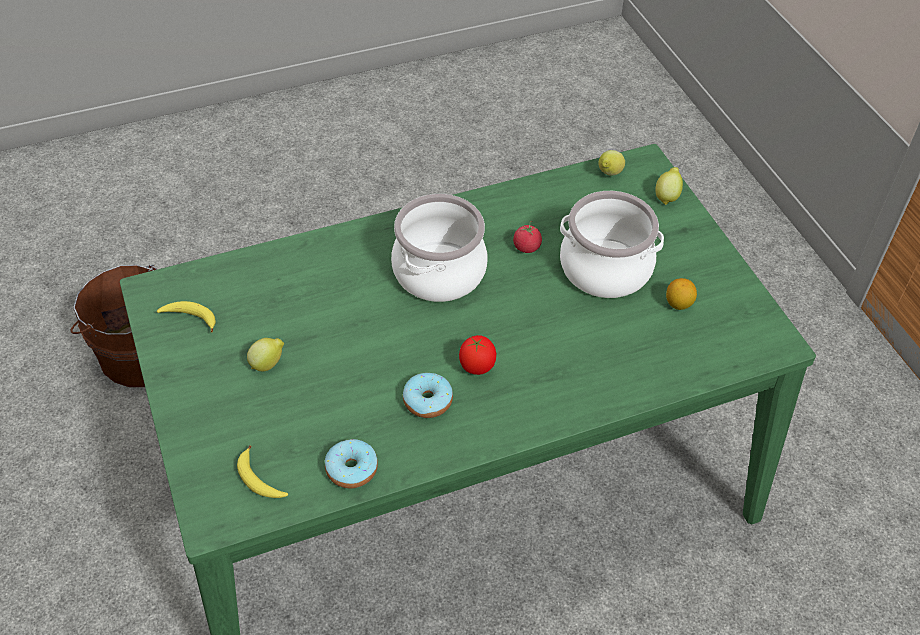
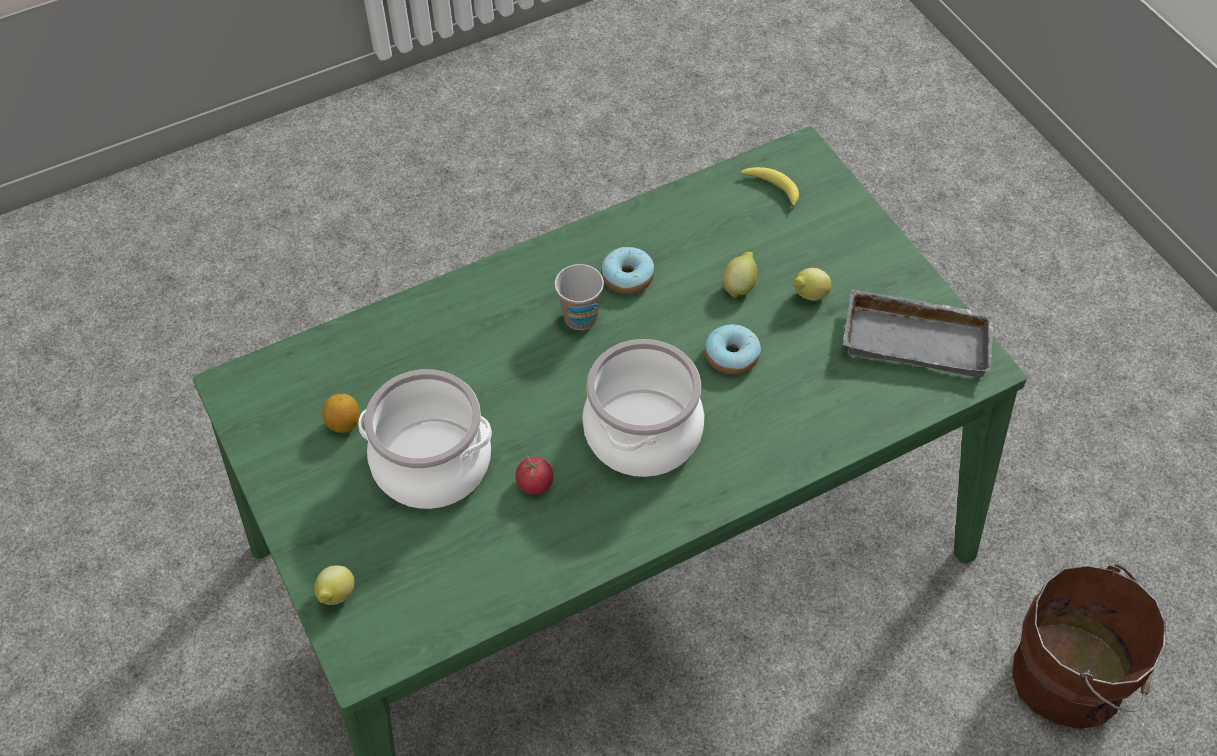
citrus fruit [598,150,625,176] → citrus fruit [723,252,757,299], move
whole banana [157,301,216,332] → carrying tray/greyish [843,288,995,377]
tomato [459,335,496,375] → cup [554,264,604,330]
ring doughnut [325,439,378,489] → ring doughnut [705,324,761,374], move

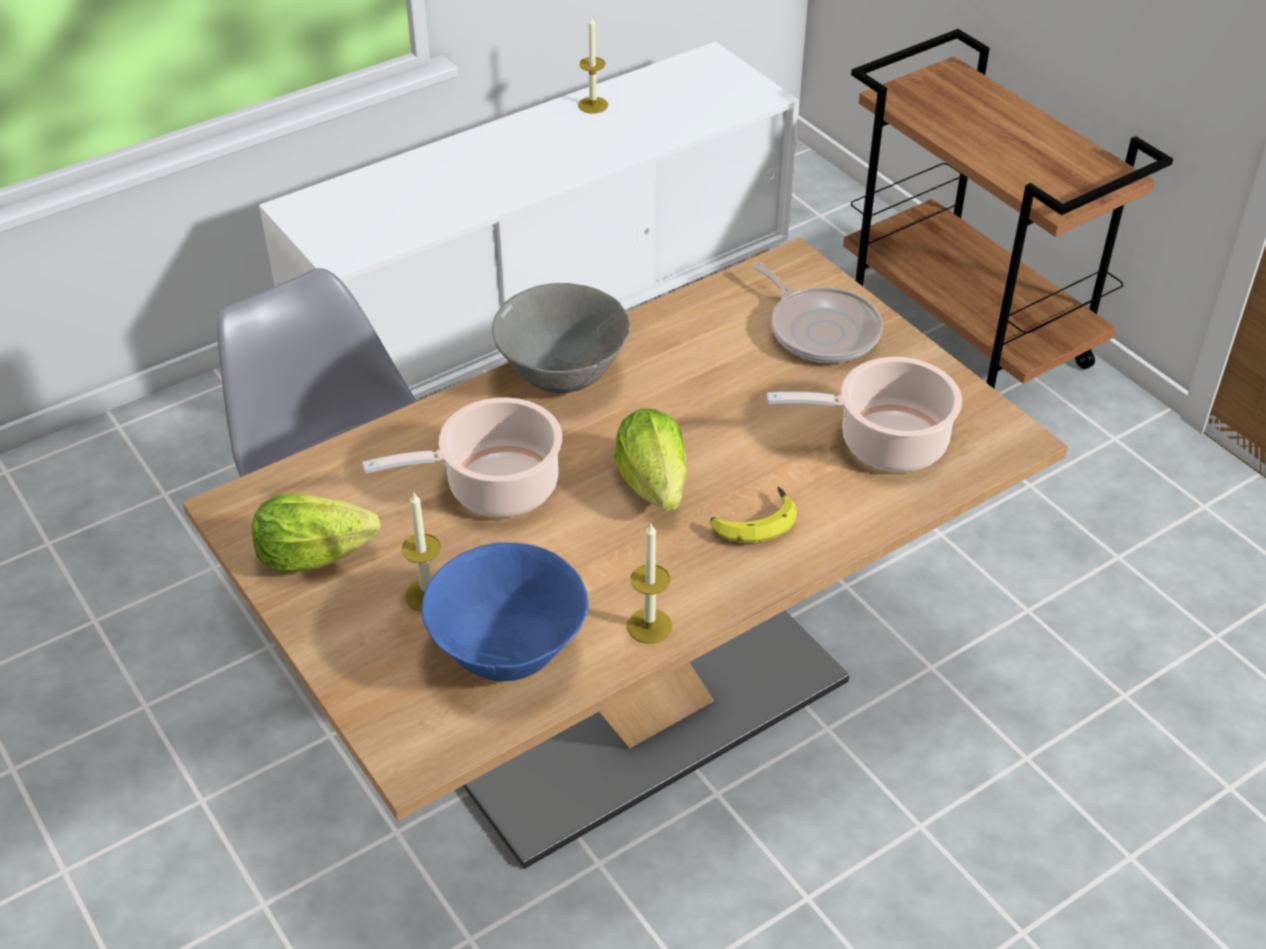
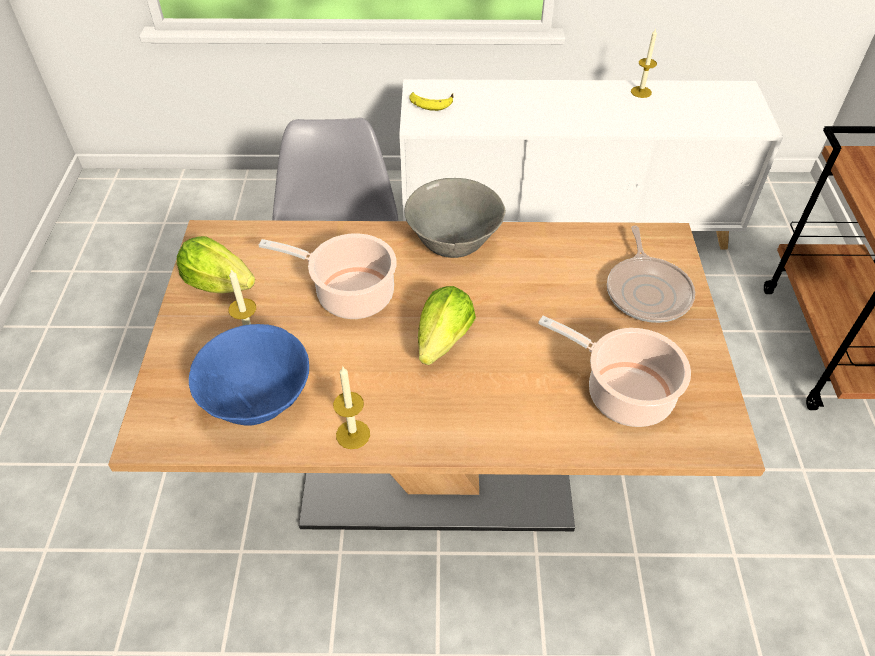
whole banana [710,486,797,542] → whole banana [410,92,454,111], move

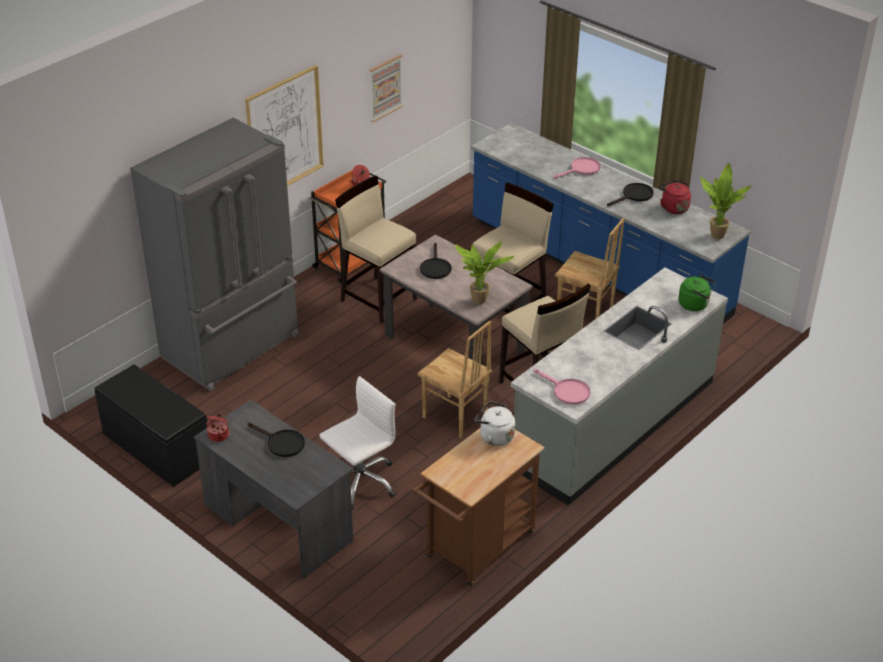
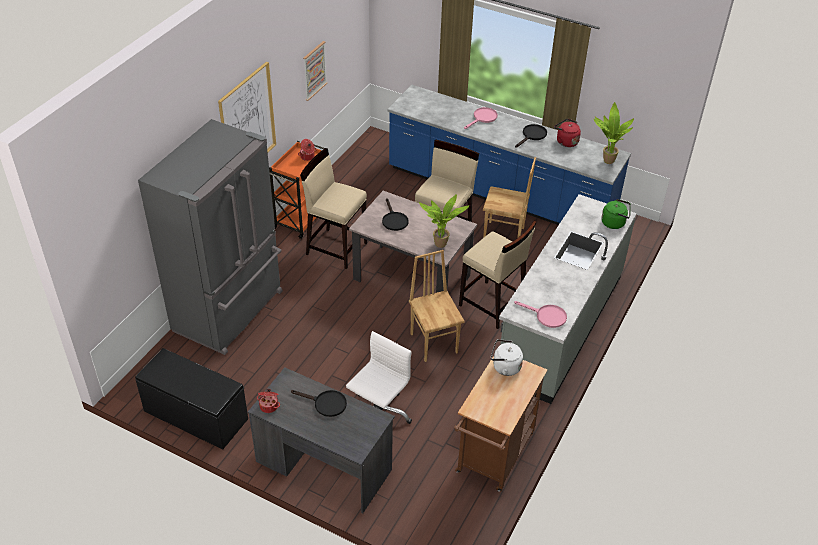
chair/brown [418,321,492,438] → chair/brown [409,250,464,362], 135 degrees counterclockwise

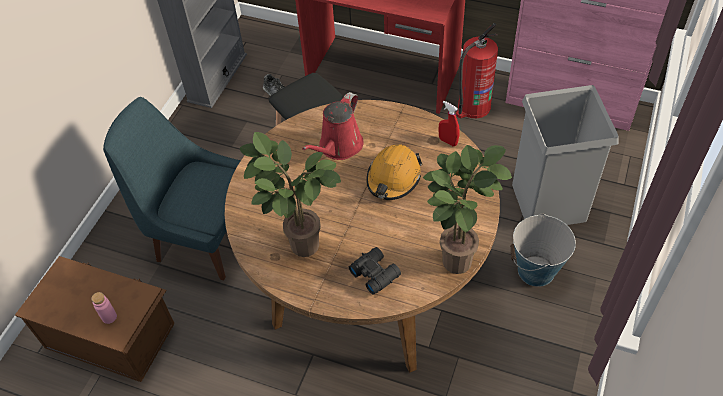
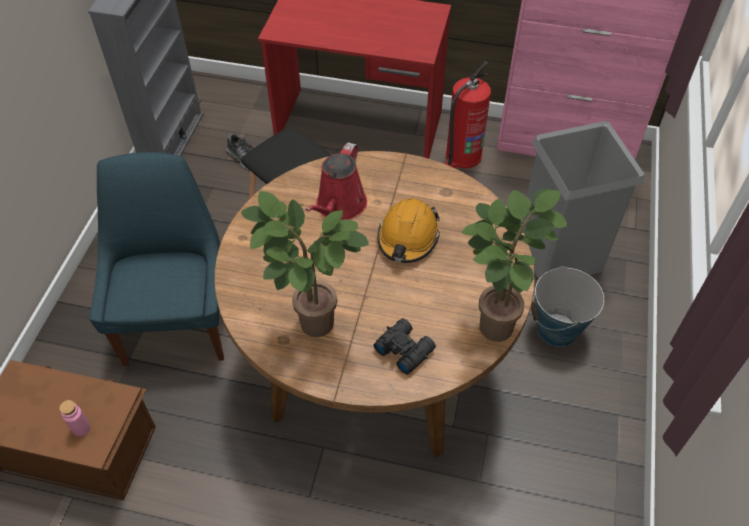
chair/blue-coloured [103,97,241,281] → chair/blue-coloured [89,152,224,366], 75 degrees clockwise
spray bottle/red [439,101,460,146] → -

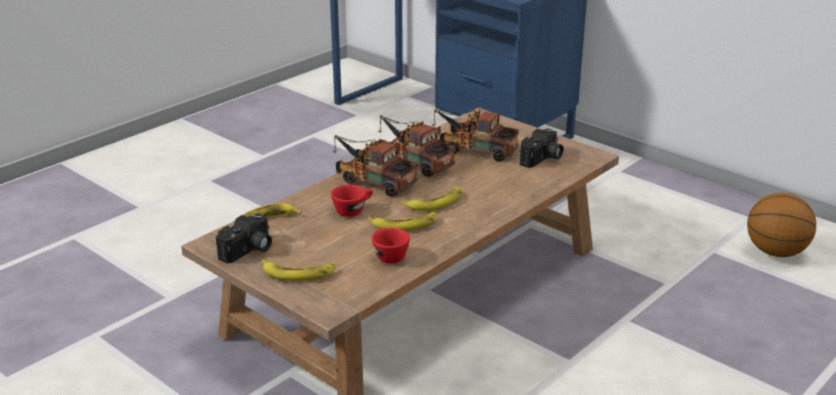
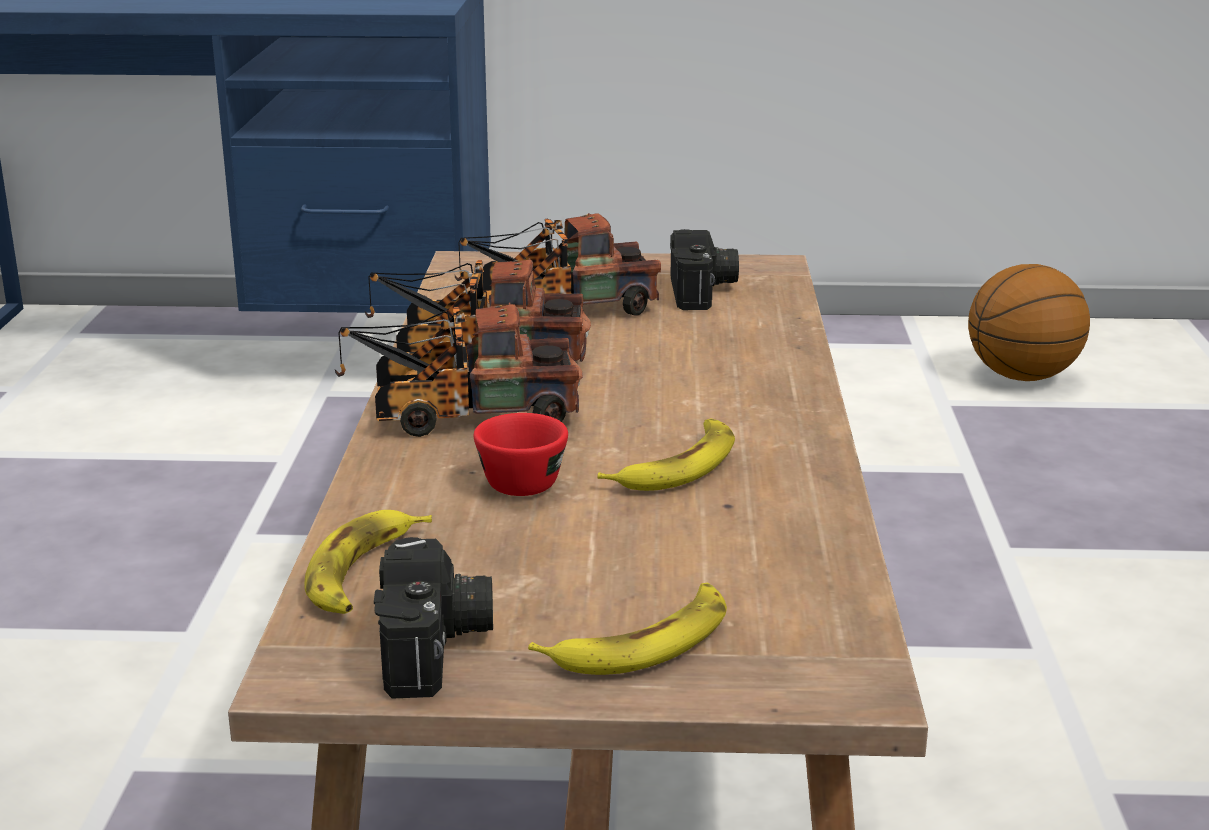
whole banana [401,186,463,211] → -
cup/red [372,228,410,263] → -

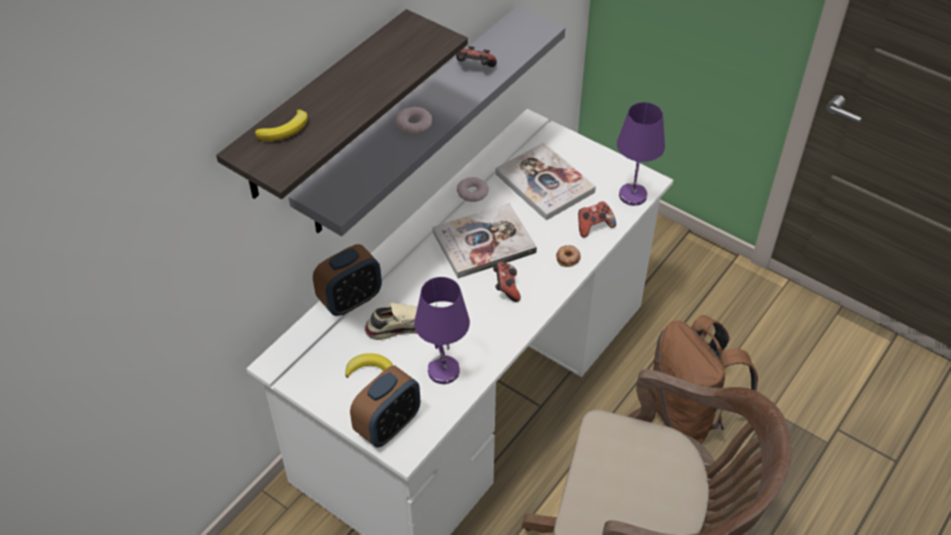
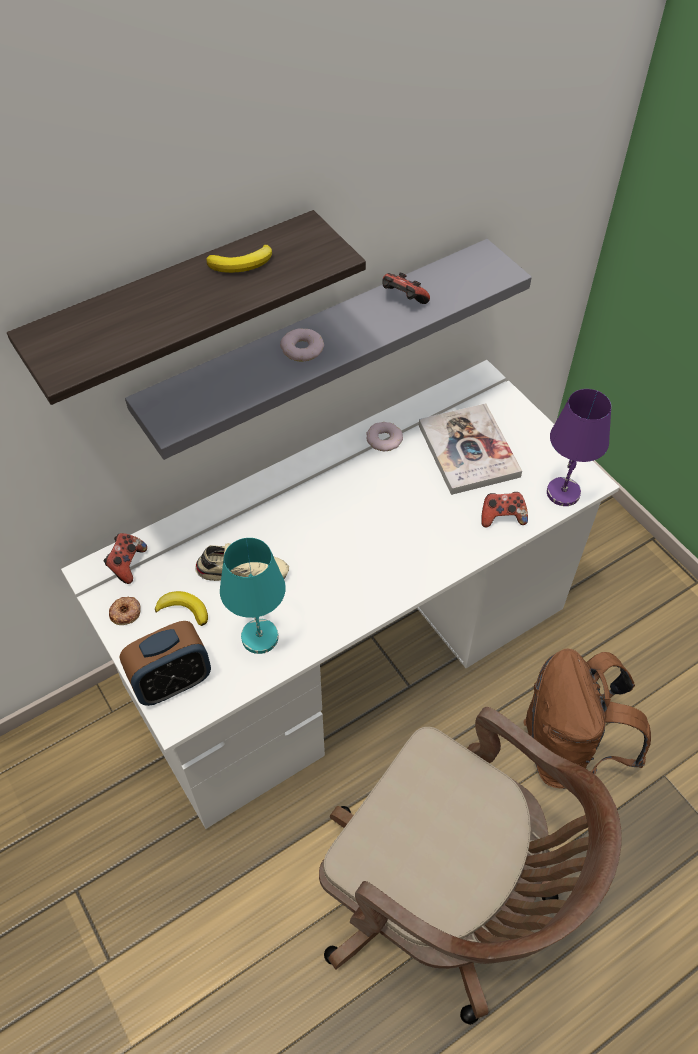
whole banana [255,109,308,141] → whole banana [206,244,272,273], move
volume [433,203,537,278] → -
table clock [313,244,382,316] → -
ring doughnut [556,245,581,267] → ring doughnut [109,597,141,625], move
joypad [493,262,521,302] → joypad [103,533,147,584], move
lamp for a table/purple-coloured [414,277,470,384] → lamp for a table/blue-green [220,538,286,654]

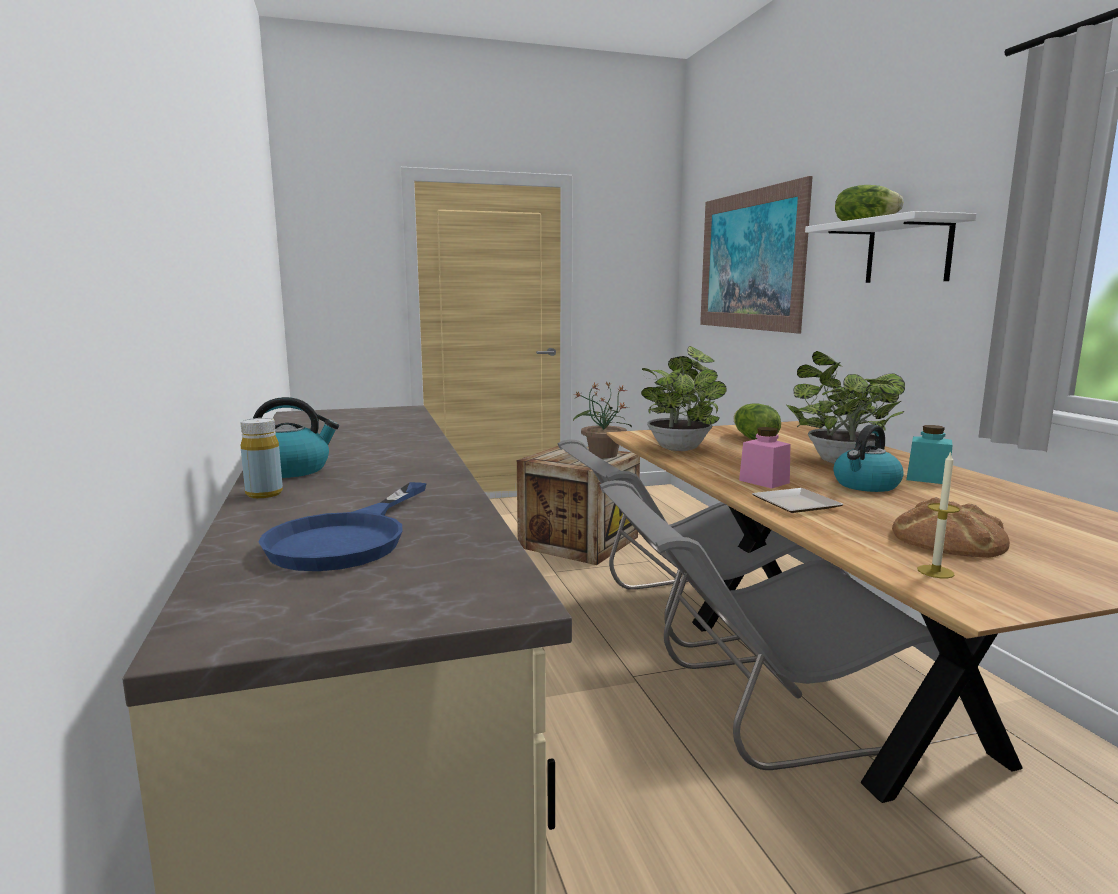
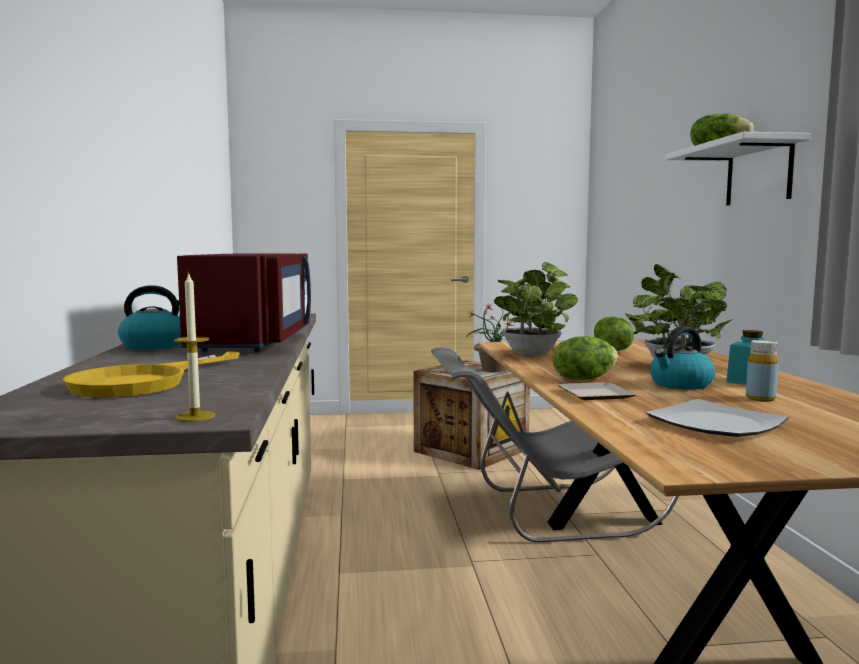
wall picture [700,176,813,333] → -
beverage bottle/yellow [240,418,283,498] → beverage bottle/yellow [746,340,778,402], move
jar/pink-coloured [739,427,790,488] → lettuce [552,336,618,380]
wax candle [917,451,960,578] → wax candle [174,272,215,422], move
chair/greyish [600,480,959,770] → -
frying pan/blue-coloured [259,482,427,571] → frying pan/yellow [63,351,240,397]
baked bread [892,497,1010,558] → plate [646,399,789,437]
- → kitchen microwave/red [177,254,311,352]

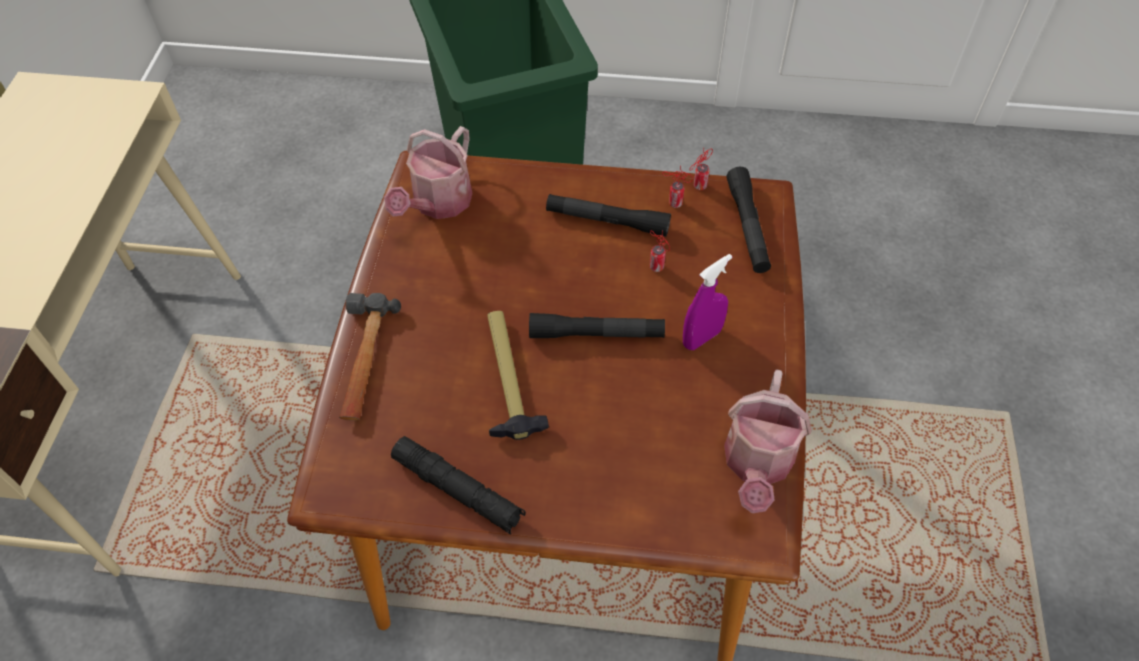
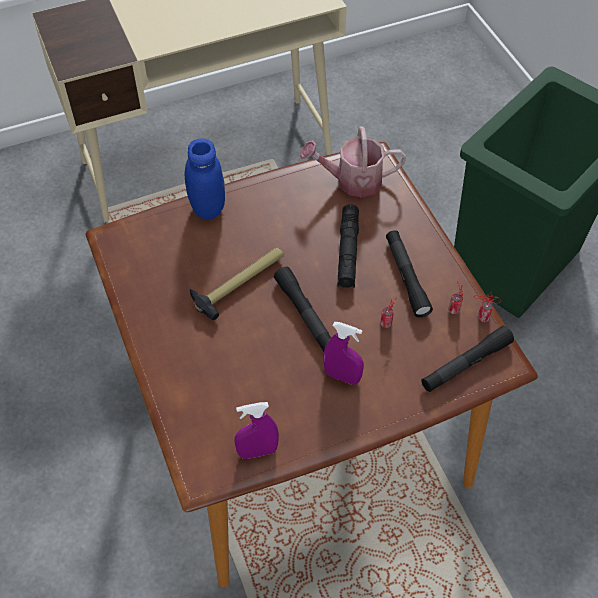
hammer [339,293,401,420] → jar/blue-coloured [185,138,225,220]
watering can [724,369,811,513] → spray bottle/purple-coloured [234,402,279,459]
hand torch/black-coloured [391,436,526,534] → hand torch/black-coloured [337,204,359,288], move

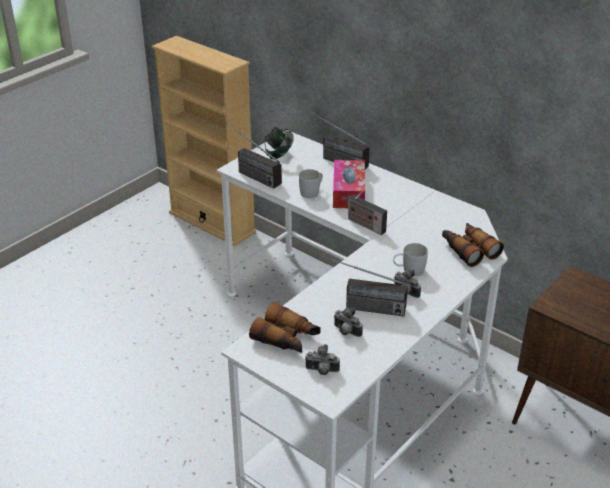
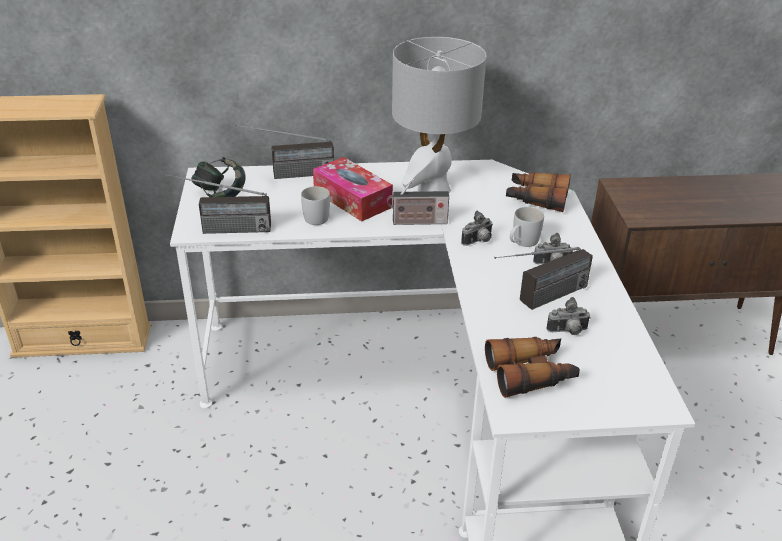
photo camera [305,344,340,375] → photo camera [461,211,493,246], move
- → lamp for a table/greyish [392,37,487,193]

